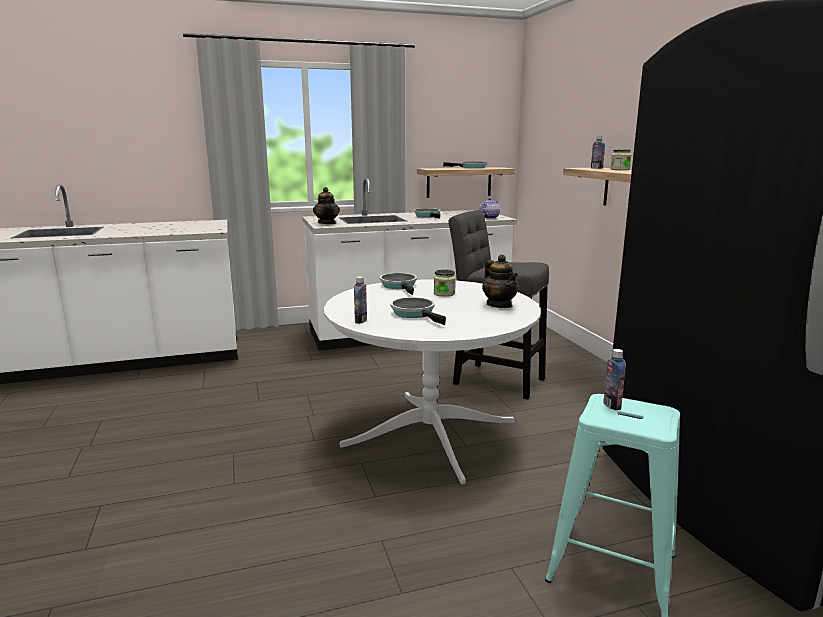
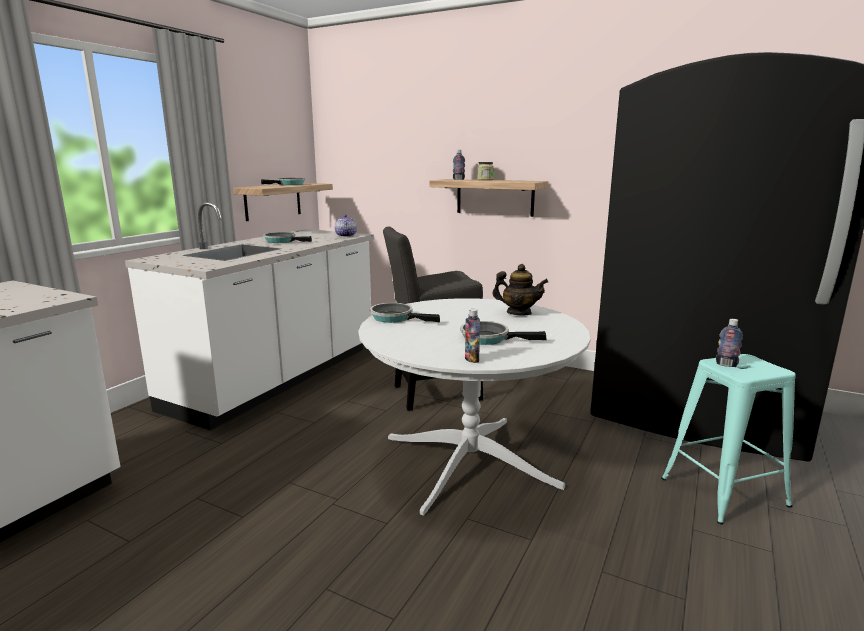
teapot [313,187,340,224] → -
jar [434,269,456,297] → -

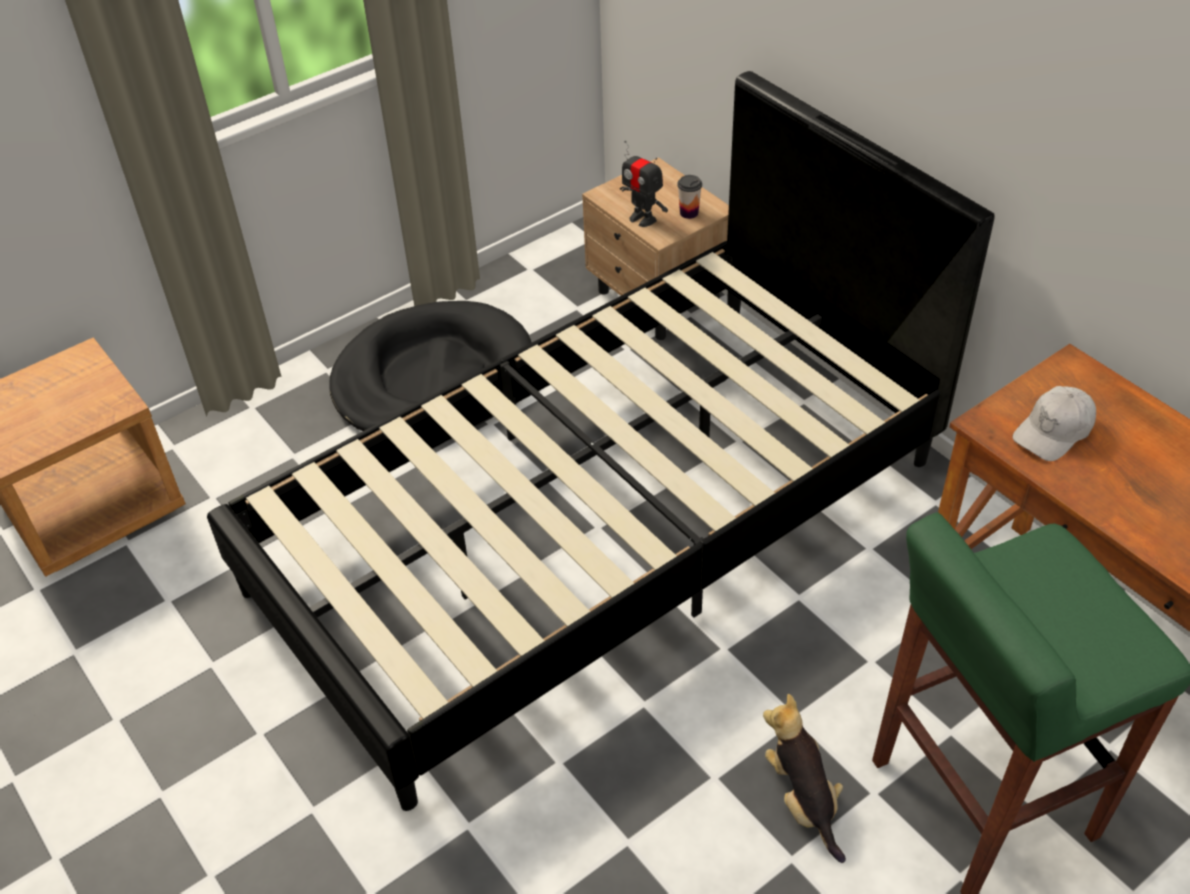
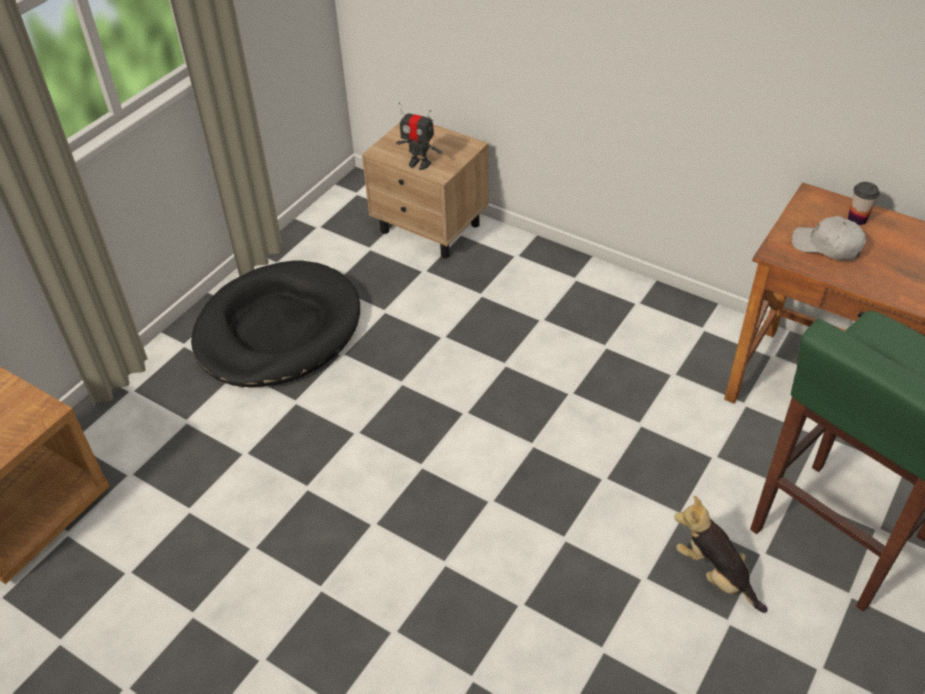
bed/black-coloured [207,71,995,811] → -
cup [677,175,702,219] → cup [848,182,880,225], move
baseball cap/white-coloured [1012,386,1096,461] → baseball cap/white-coloured [792,216,866,261], 90 degrees clockwise

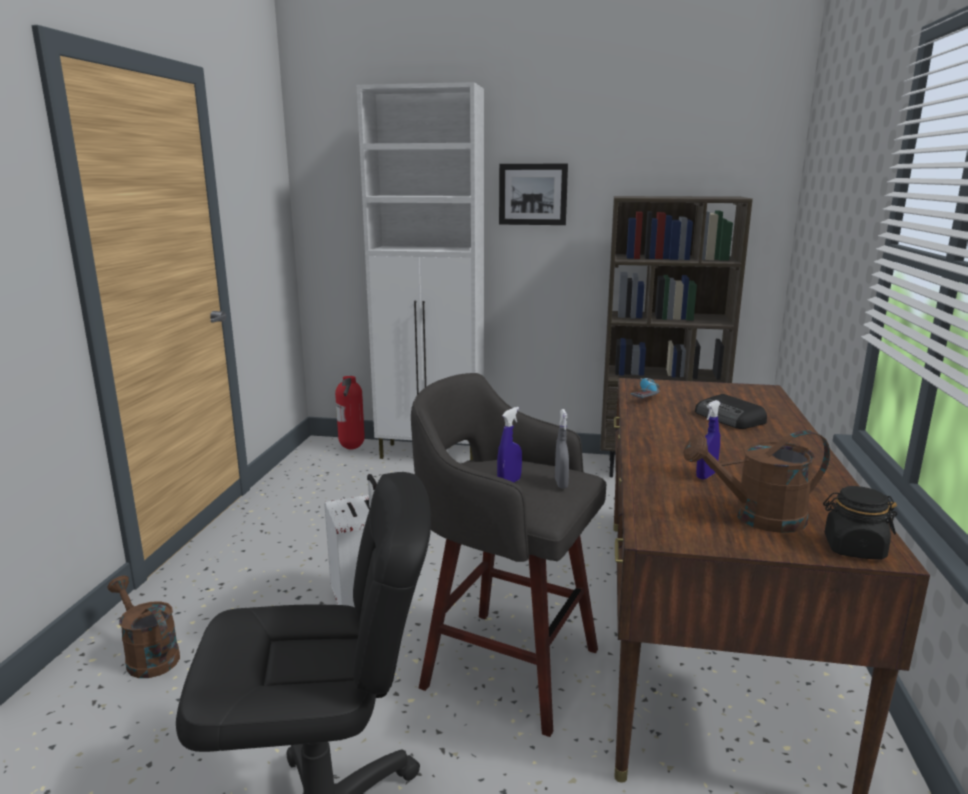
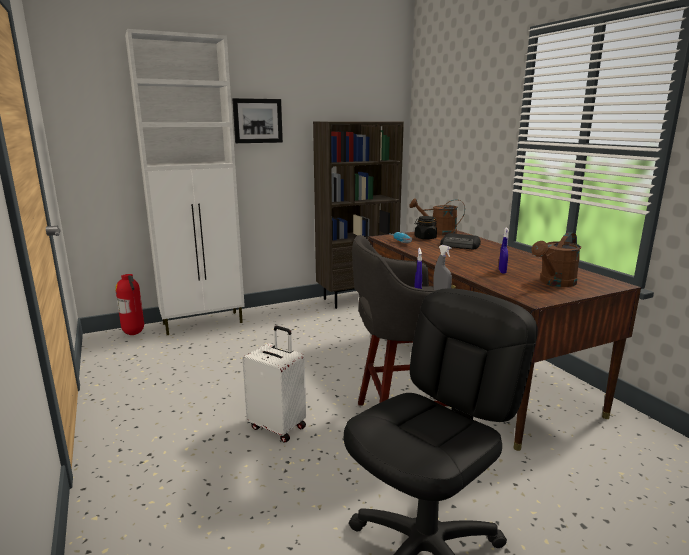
jar/black-coloured [823,486,897,560] → jar/black-coloured [415,216,437,240], move
watering can/brown [107,576,180,678] → watering can/brown [409,198,465,235], move

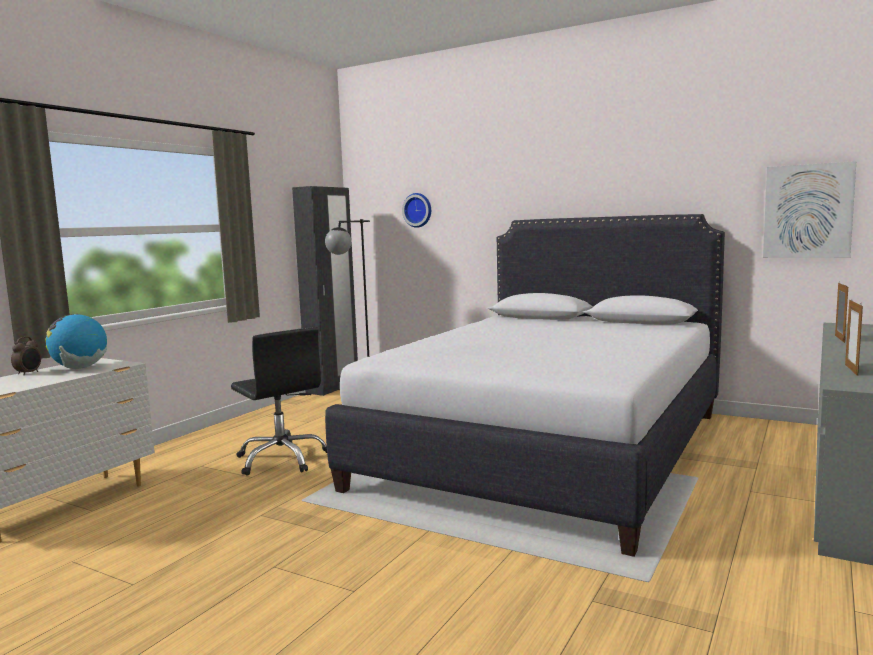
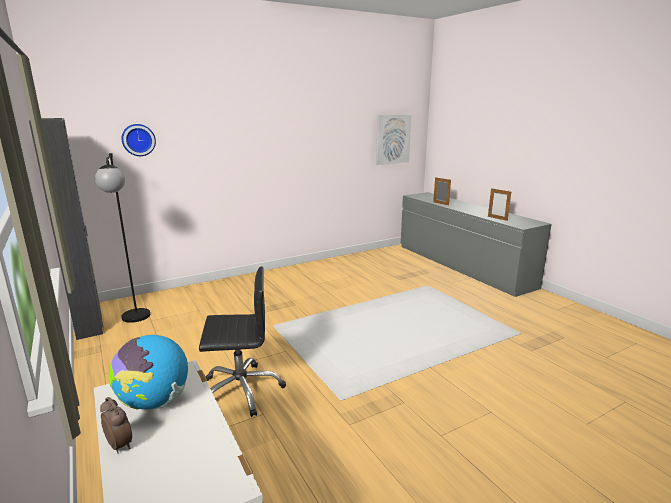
bed/white-coloured [325,214,725,557] → -

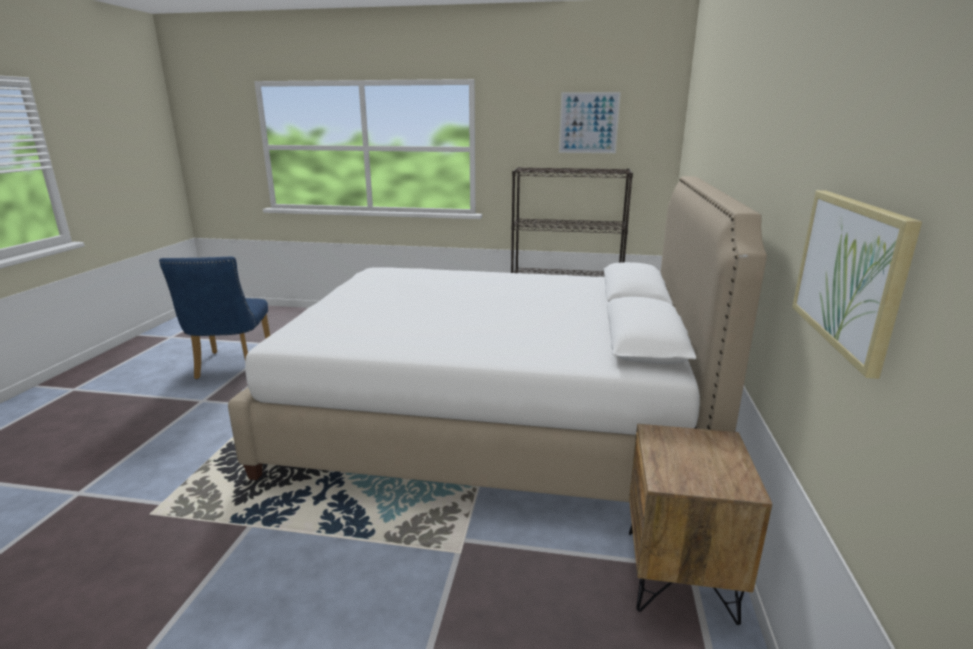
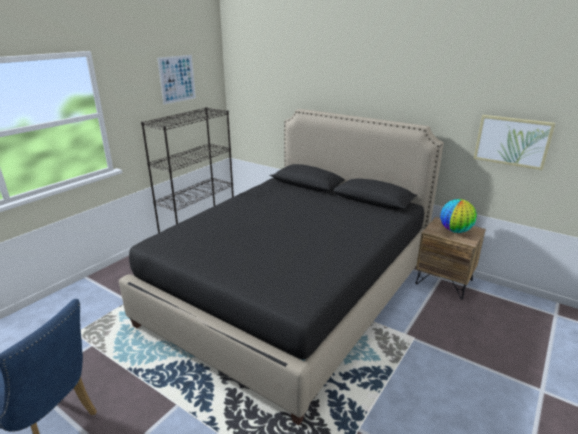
bed/white-coloured [228,176,767,502] → bed/black-coloured [119,109,444,425]
- → world globe [440,199,477,233]

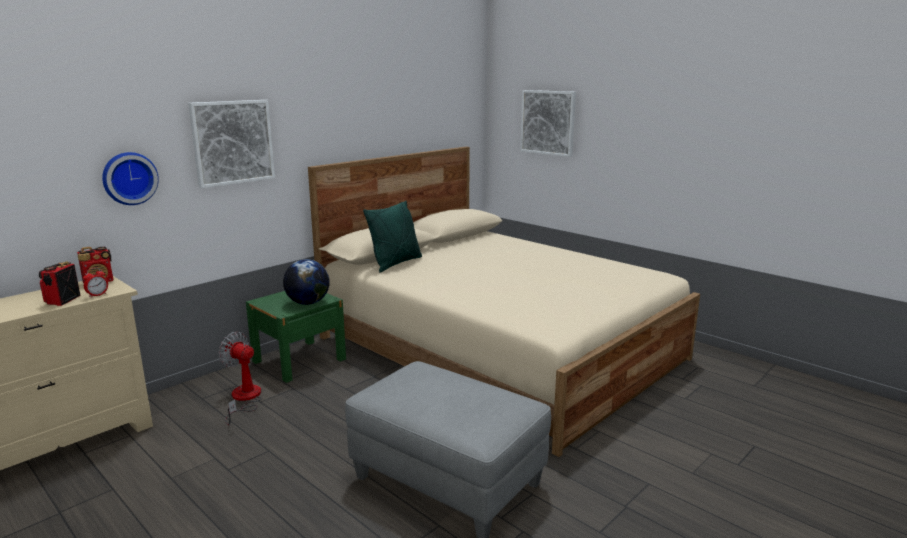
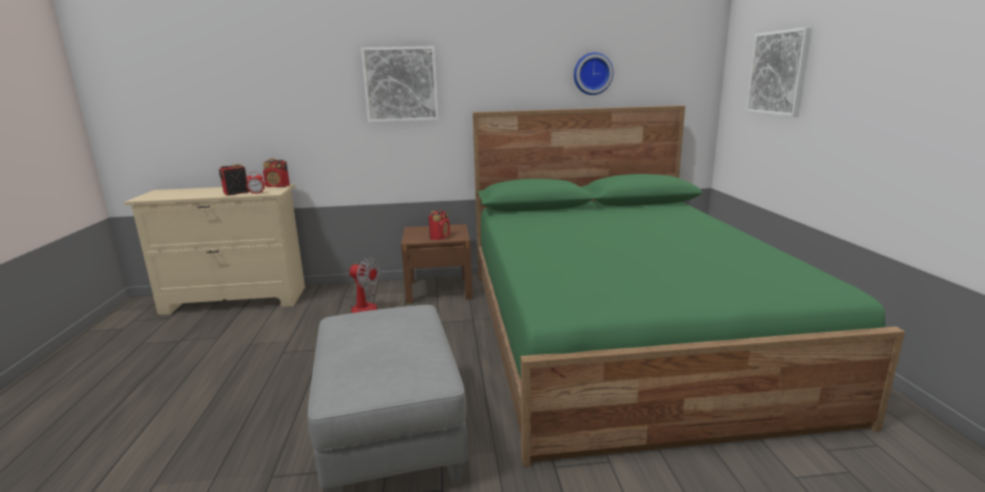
bed/sand-coloured [308,147,700,457] → bed/green [473,105,905,467]
hanging clock [102,152,159,205] → hanging clock [574,52,613,95], move
pillow/green [363,201,422,272] → -
world globe [283,259,330,305] → radio set [428,210,450,240]
nightstand/green [246,291,346,383] → nightstand/brown [401,224,473,304]
fan [218,332,262,425] → fan [349,257,380,313], 135 degrees clockwise

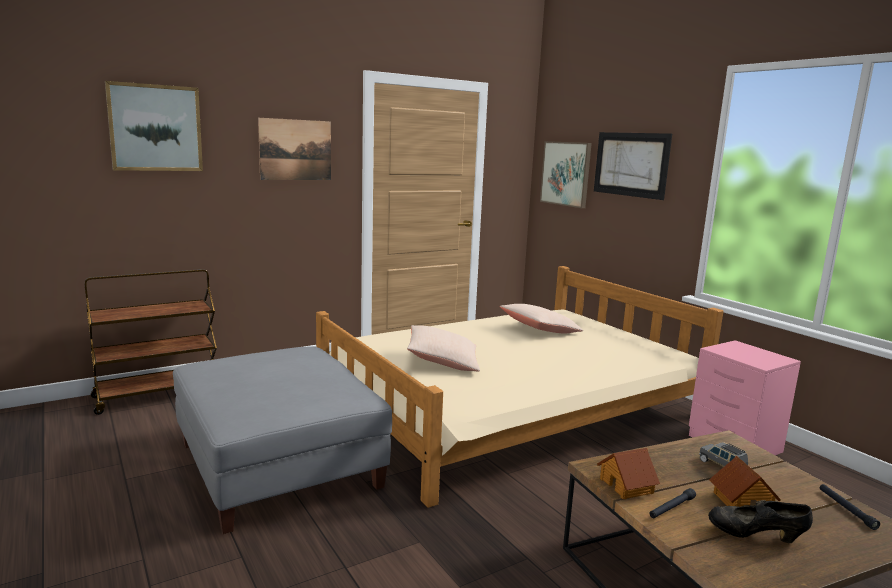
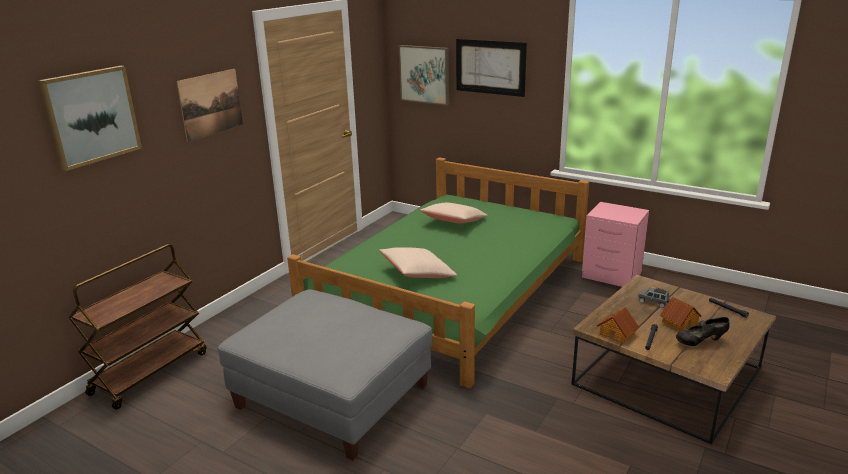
bed/sand-coloured [316,266,724,508] → bed/green [287,157,589,389]

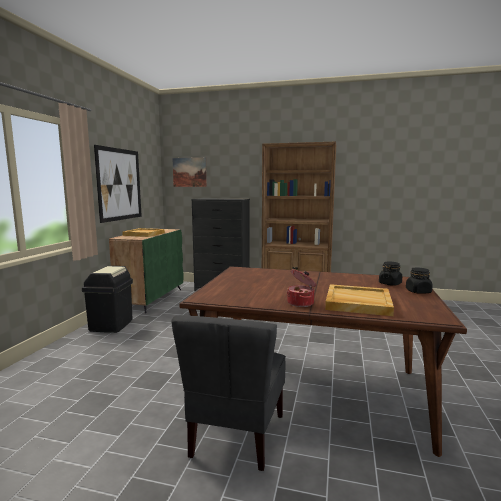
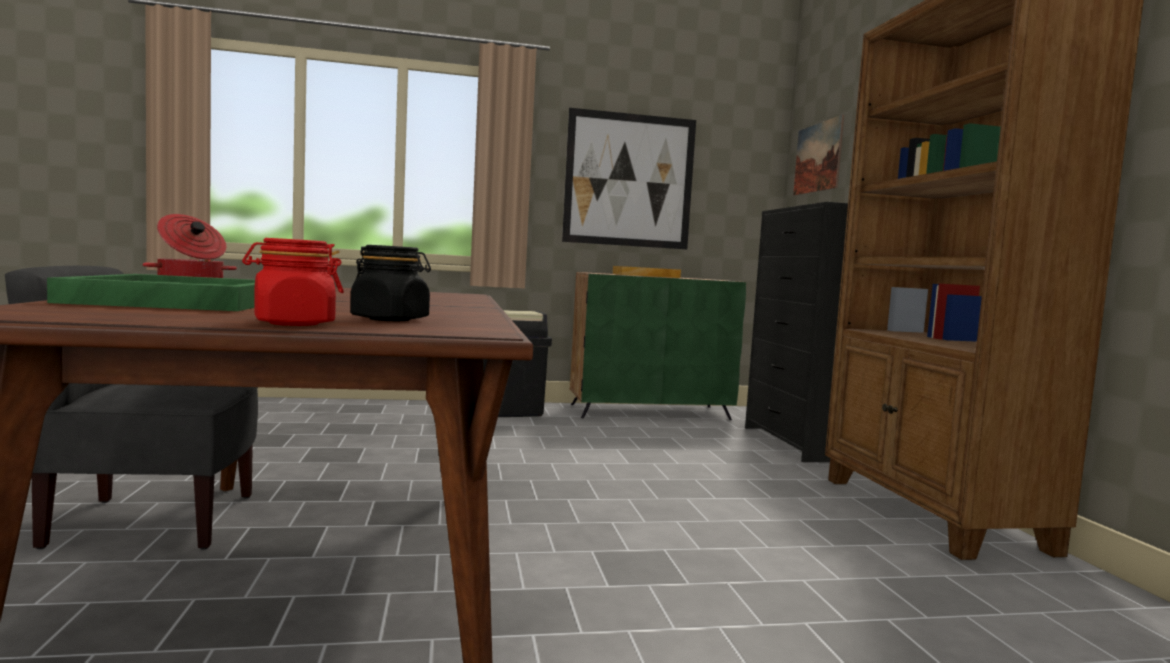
jar/black-coloured [406,268,433,294] → jar/red [242,238,344,326]
carrying tray/sand-coloured [325,284,394,316] → carrying tray/green [47,274,255,311]

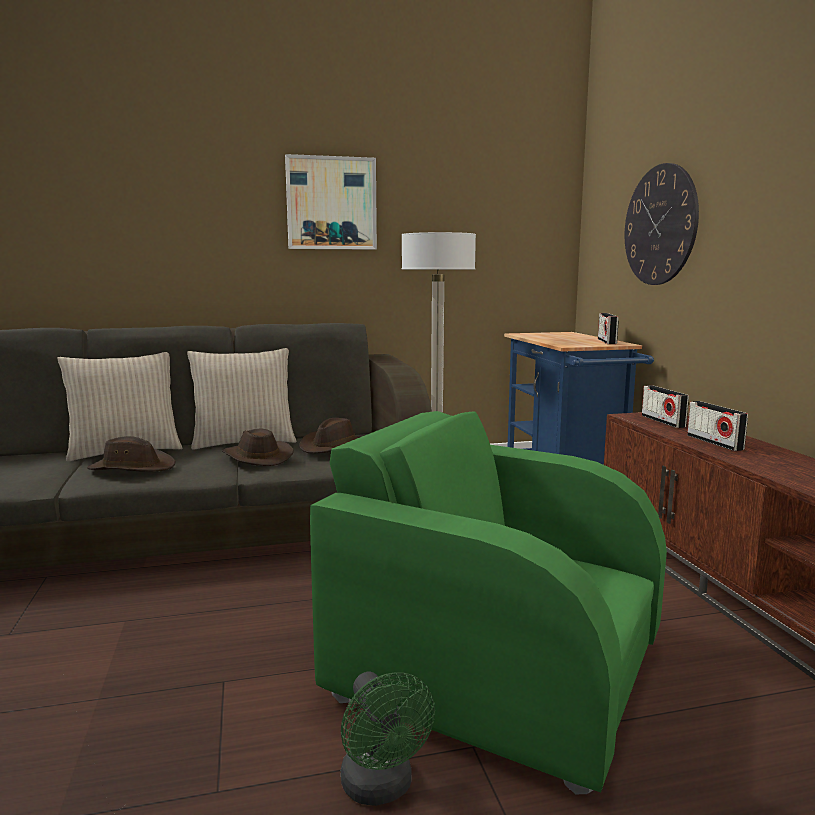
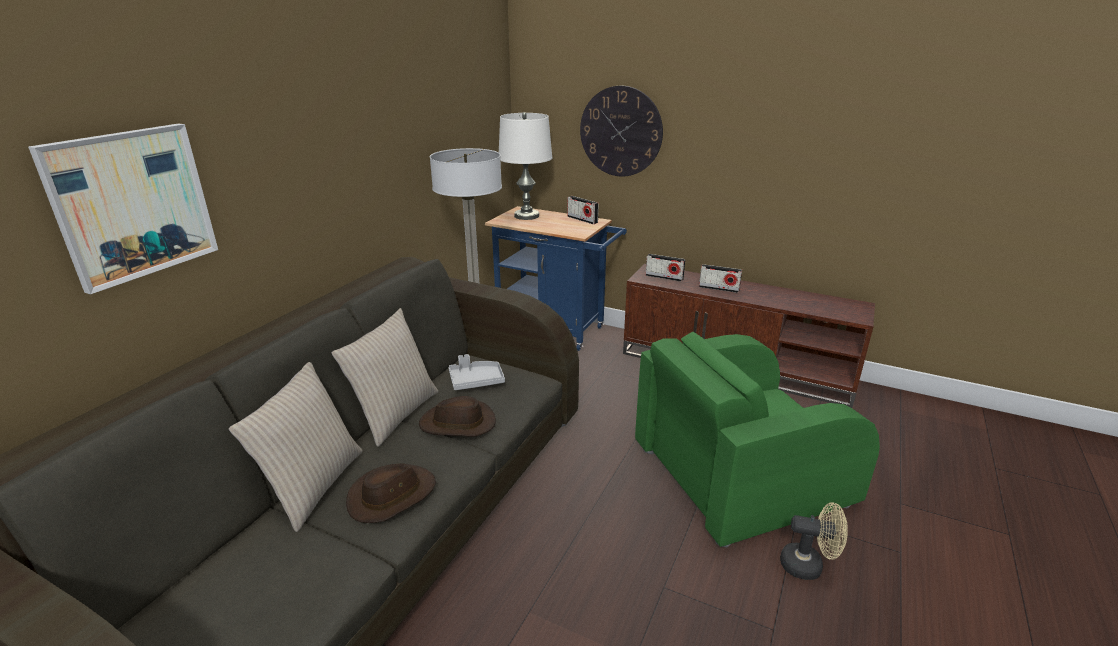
wall picture [285,154,377,250] → wall picture [28,123,218,294], move
wearable hat/brown [299,418,360,453] → carrying tray/greyish [448,354,505,390]
fan/green [341,672,435,806] → fan/sand-coloured [780,502,848,580]
- → lamp for a table/white-coloured [499,112,553,220]

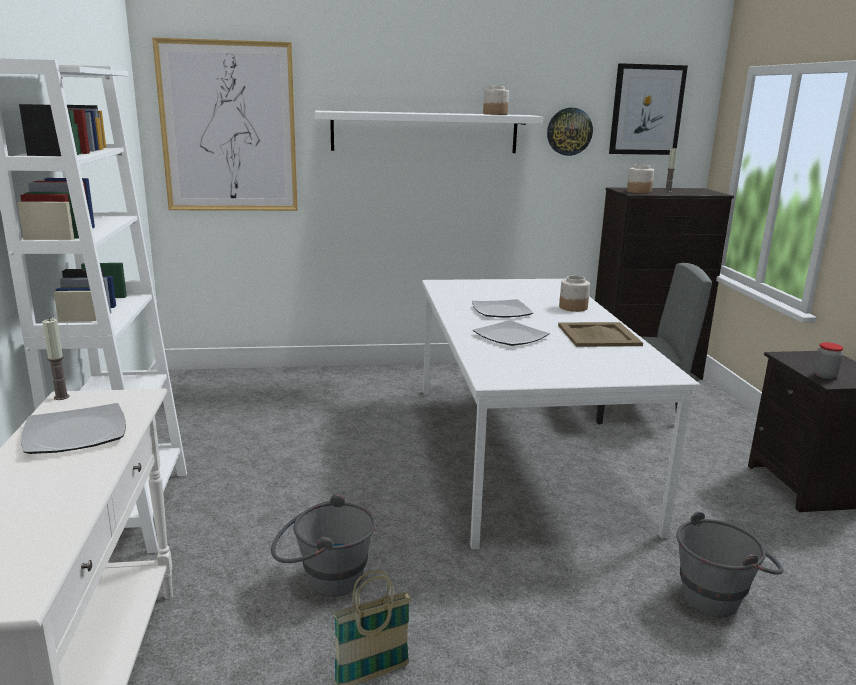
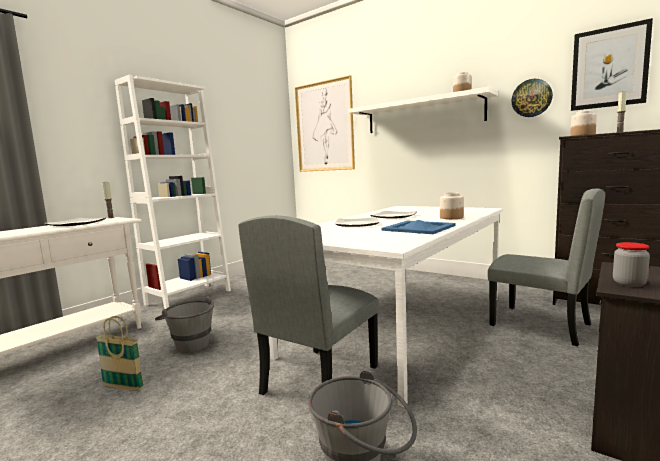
carrying tray/sand-coloured [558,322,643,347] → carrying tray/blue-coloured [382,220,456,234]
- → chair/greyish [238,215,379,395]

